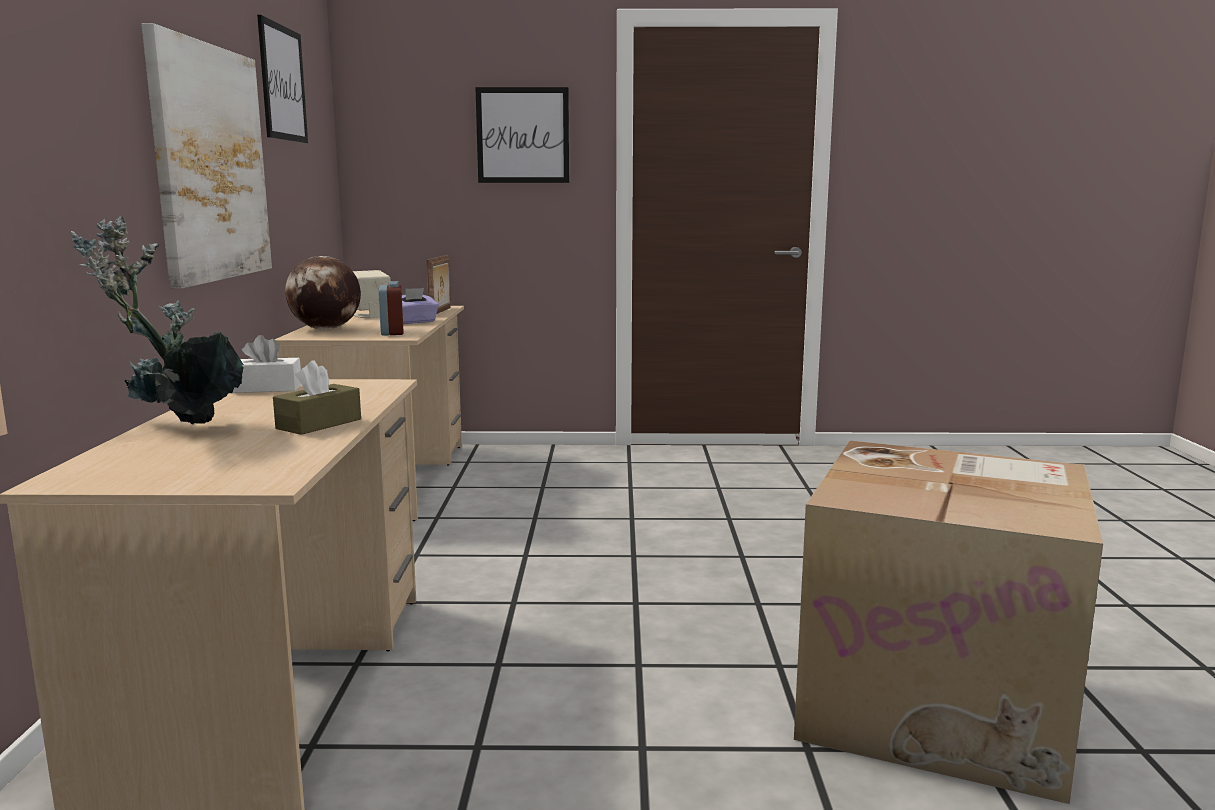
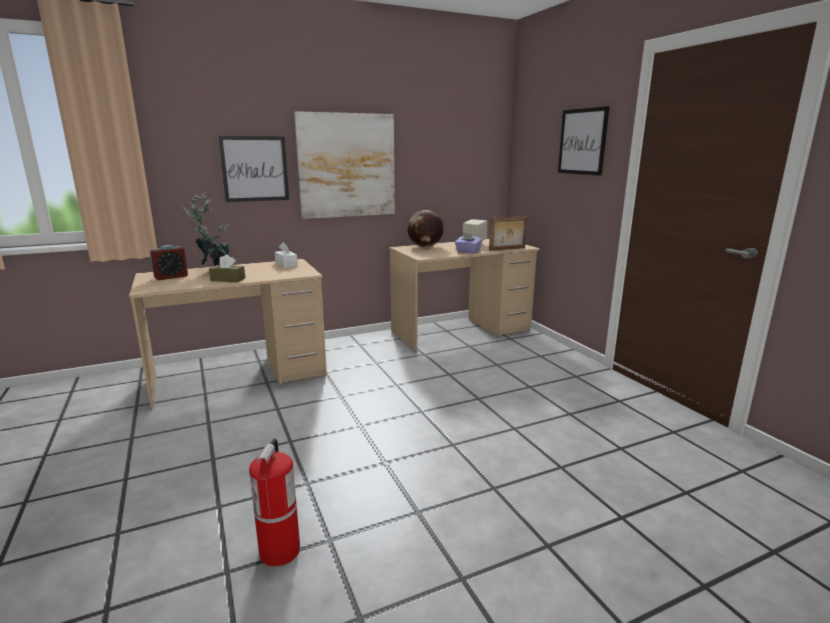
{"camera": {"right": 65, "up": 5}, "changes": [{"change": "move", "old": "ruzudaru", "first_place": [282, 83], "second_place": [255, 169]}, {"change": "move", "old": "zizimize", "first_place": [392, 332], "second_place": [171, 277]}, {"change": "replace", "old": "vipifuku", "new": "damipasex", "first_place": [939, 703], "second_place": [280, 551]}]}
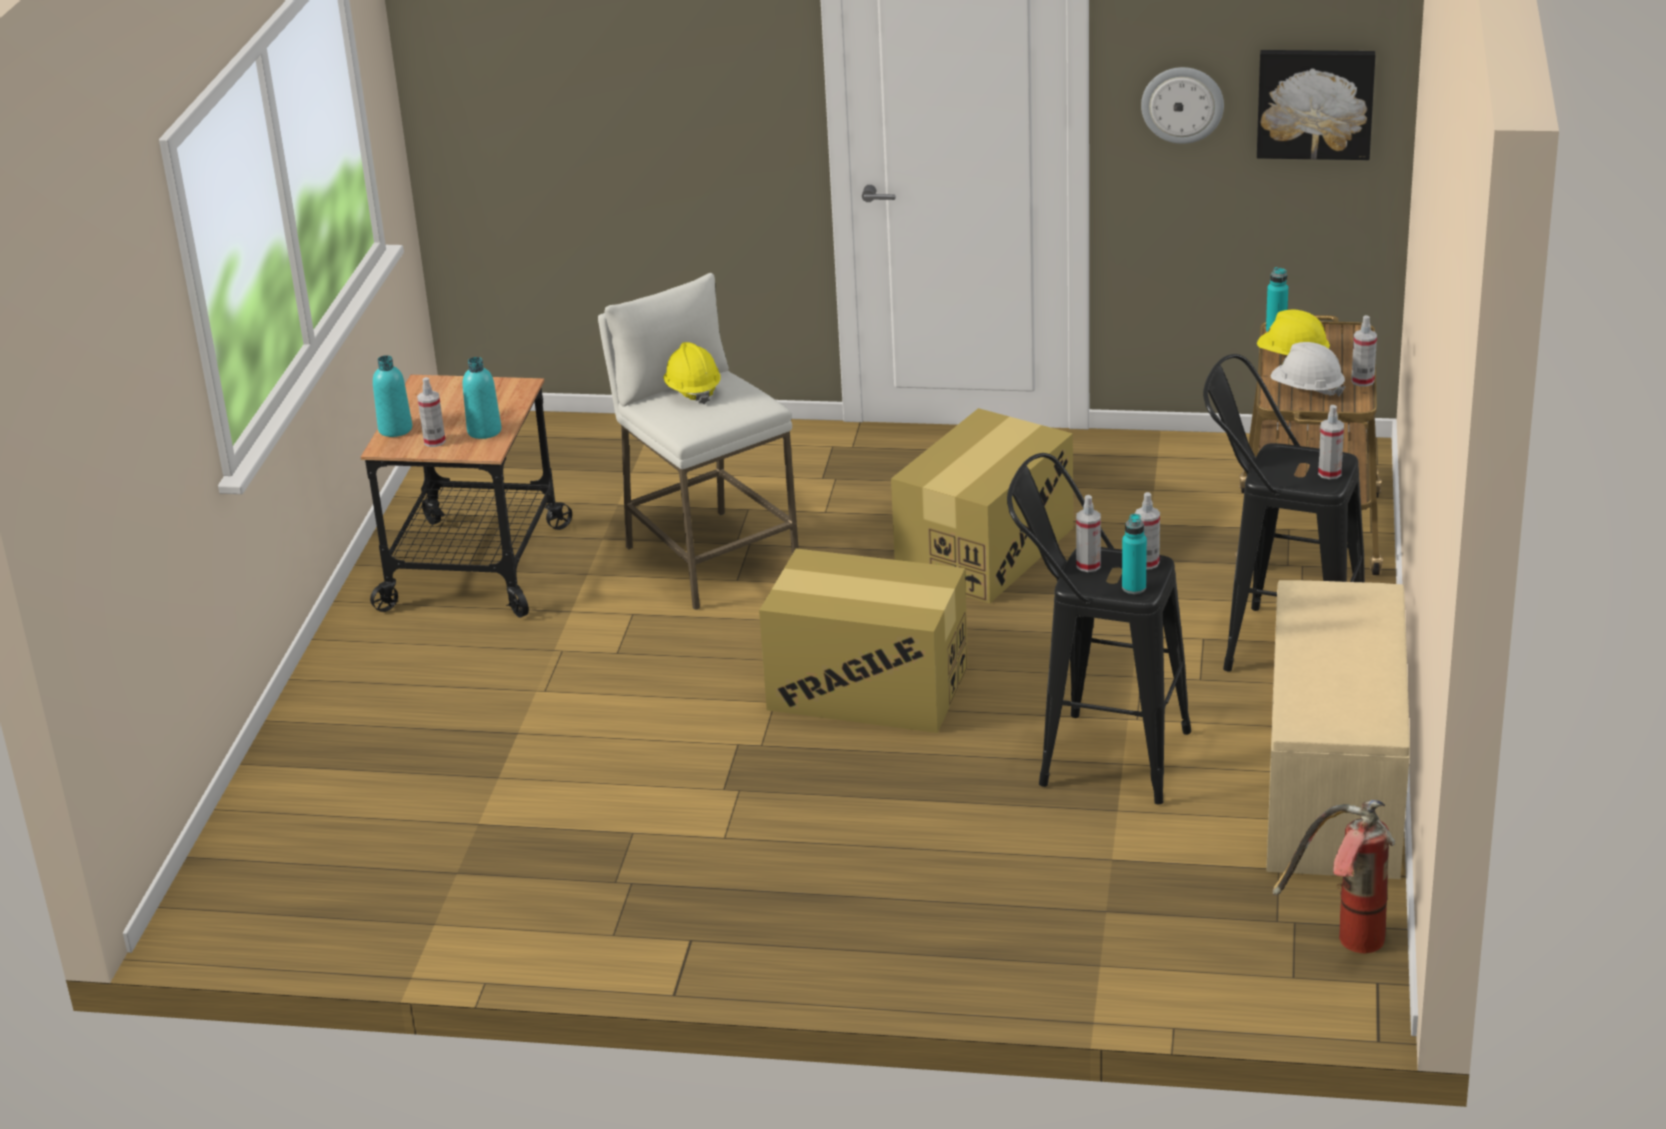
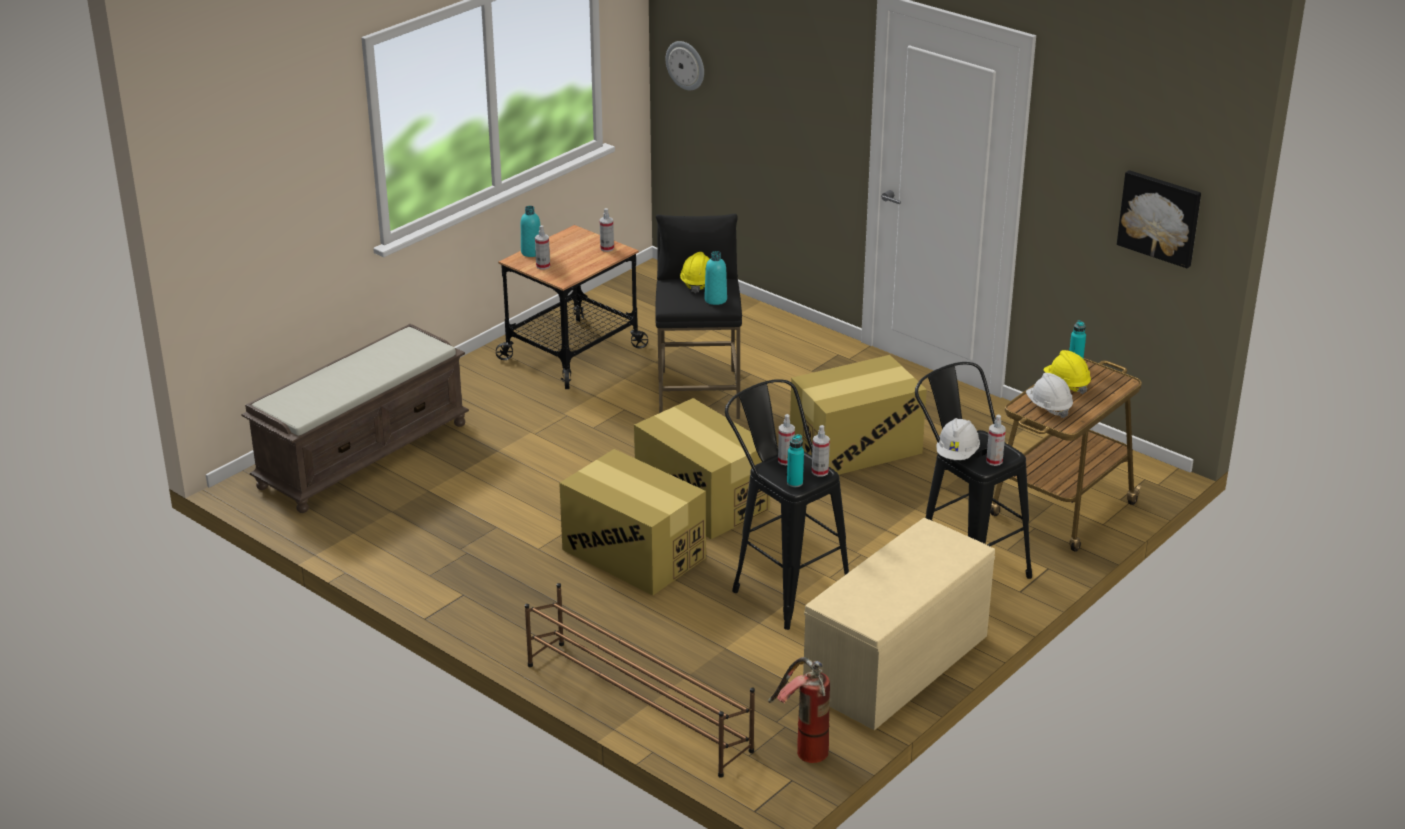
{"camera": {"right": 30, "up": 0}, "changes": [{"change": "move", "old": "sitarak", "first_place": [1182, 104], "second_place": [686, 65]}, {"change": "recolor", "old": "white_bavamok", "new": "black_bavamok", "first_place": [710, 558], "second_place": [698, 394]}, {"change": "move", "old": "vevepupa", "first_place": [1362, 381], "second_place": [607, 248]}, {"change": "move", "old": "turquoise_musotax", "first_place": [484, 431], "second_place": [715, 300]}, {"change": "insert", "new": "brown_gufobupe", "second_place": [363, 454]}, {"change": "insert", "new": "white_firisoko", "second_place": [957, 454]}, {"change": "insert", "new": "vipifuku", "second_place": [633, 553]}, {"change": "insert", "new": "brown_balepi", "second_place": [637, 706]}]}
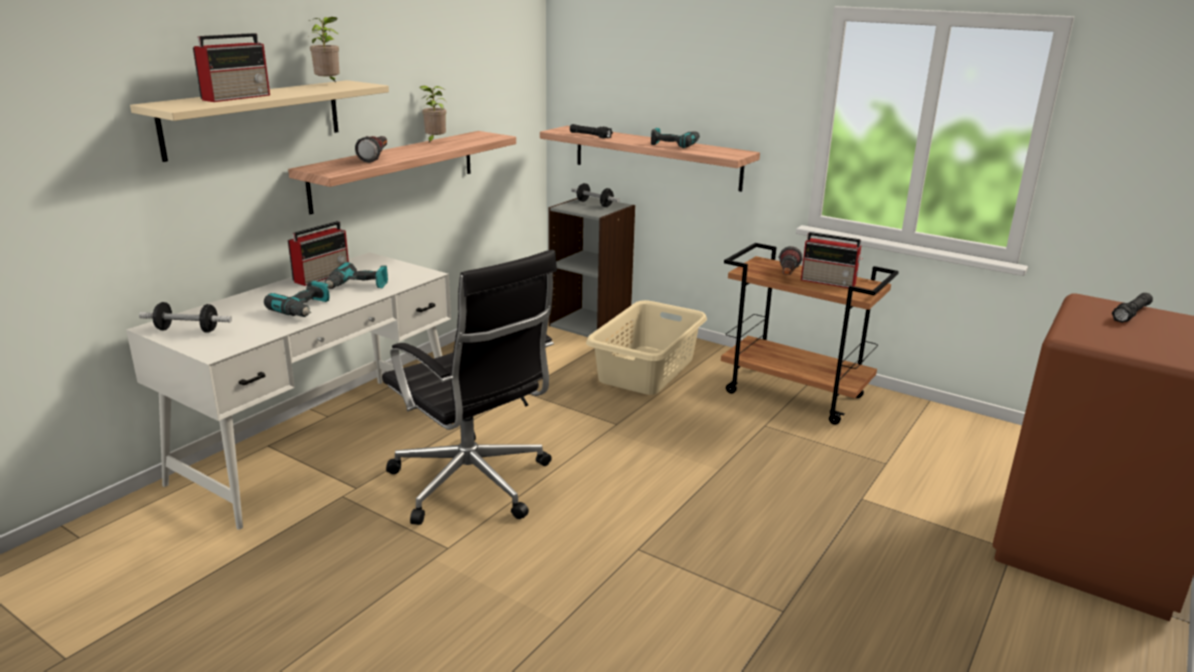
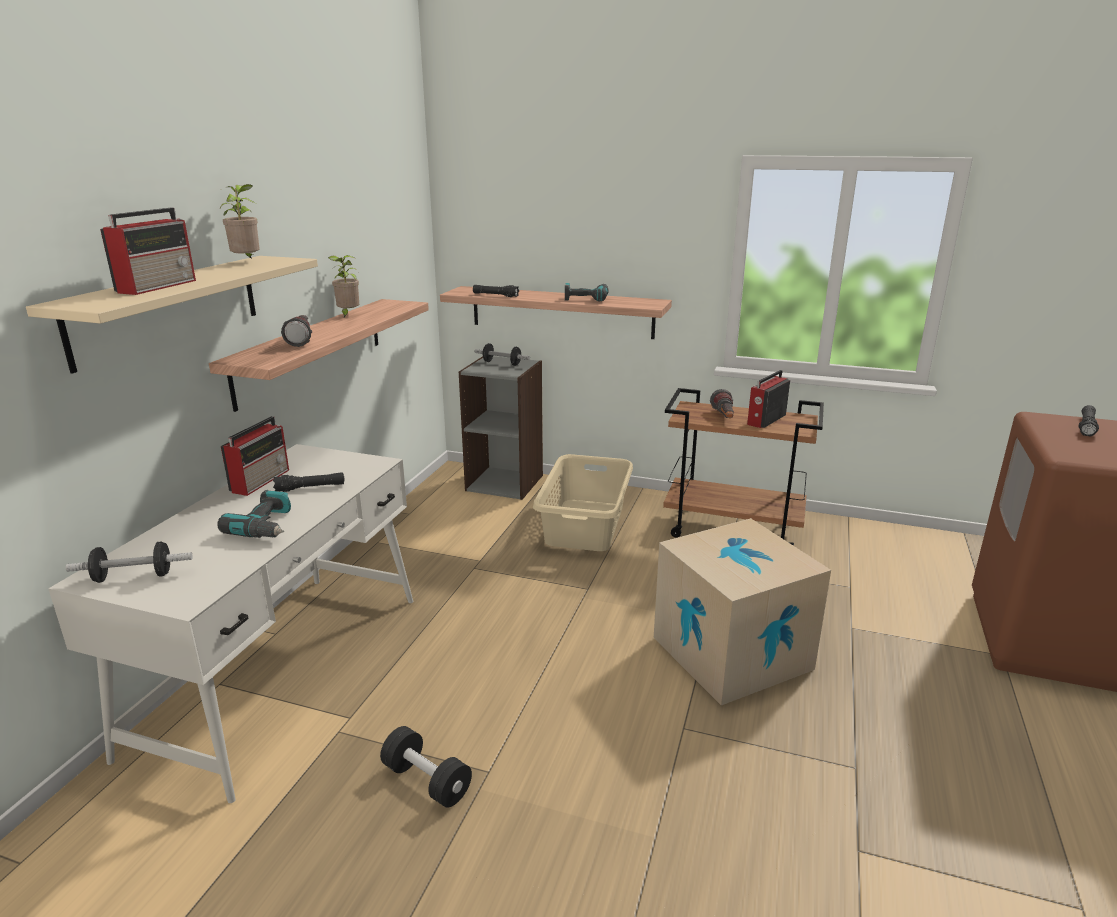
{"camera": {"right": -15, "up": 0}, "changes": [{"change": "rotate", "old": "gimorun", "first_place": [829, 282], "second_place": [765, 420], "degrees": 120}, {"change": "delete", "old": "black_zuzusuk", "first_place": [473, 484]}, {"change": "replace", "old": "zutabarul", "new": "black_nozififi", "first_place": [357, 286], "second_place": [310, 488]}, {"change": "insert", "new": "vipifuku", "second_place": [731, 653]}, {"change": "insert", "new": "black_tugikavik", "second_place": [427, 781]}]}
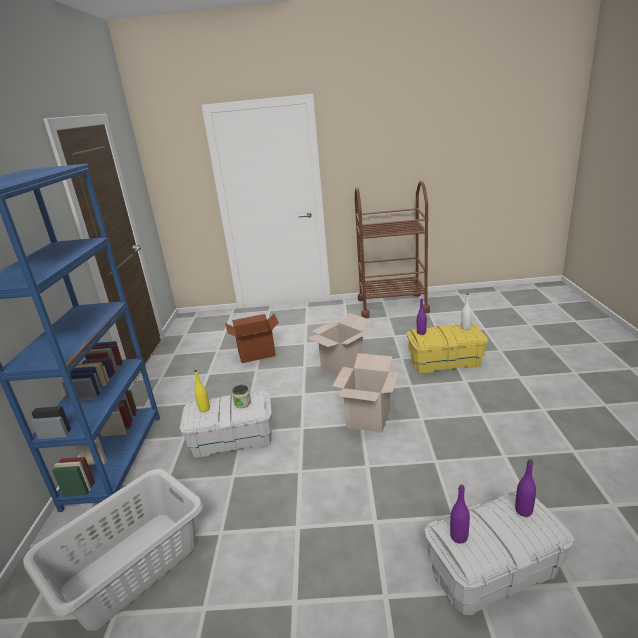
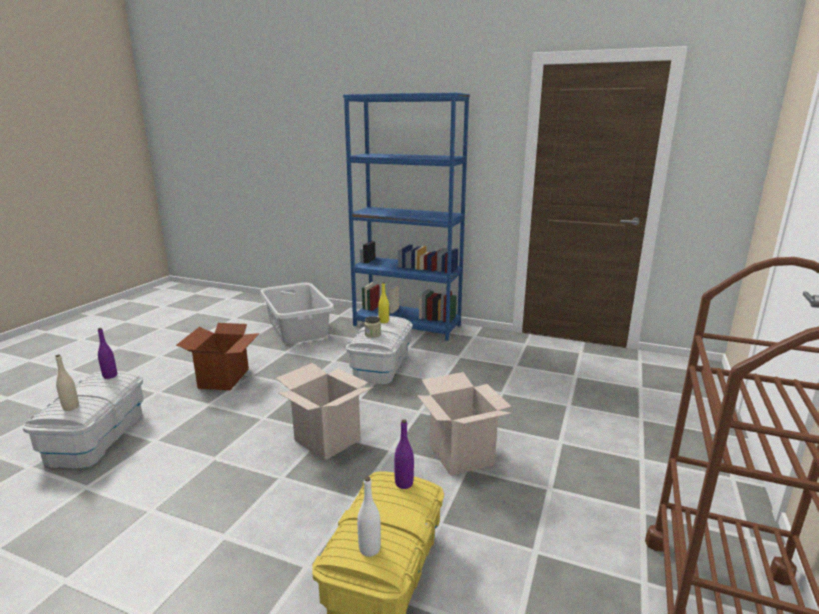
{"camera": {"right": 110, "up": -5}, "changes": [{"change": "move", "old": "vipifuku", "first_place": [256, 353], "second_place": [225, 378]}, {"change": "recolor", "old": "purple_musotax", "new": "beige_musotax", "first_place": [523, 511], "second_place": [71, 407]}]}
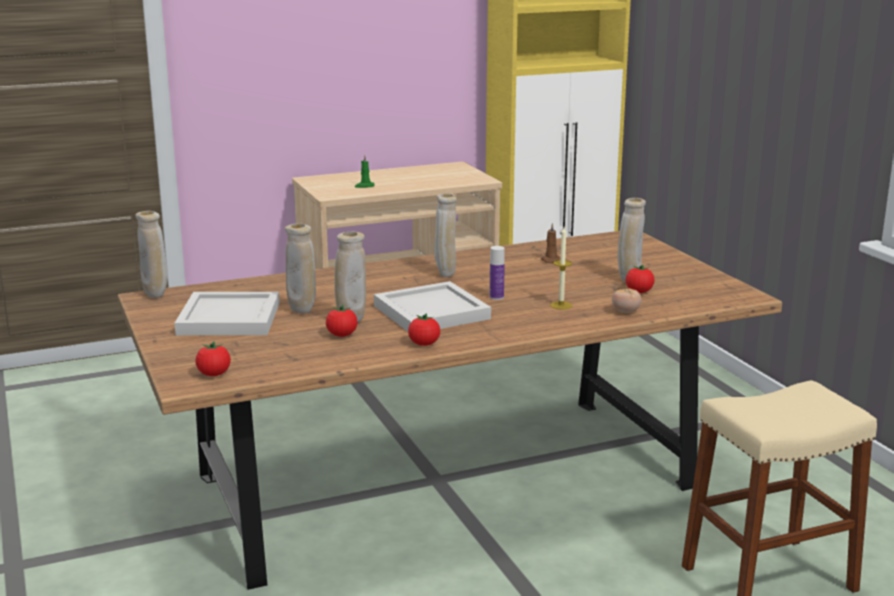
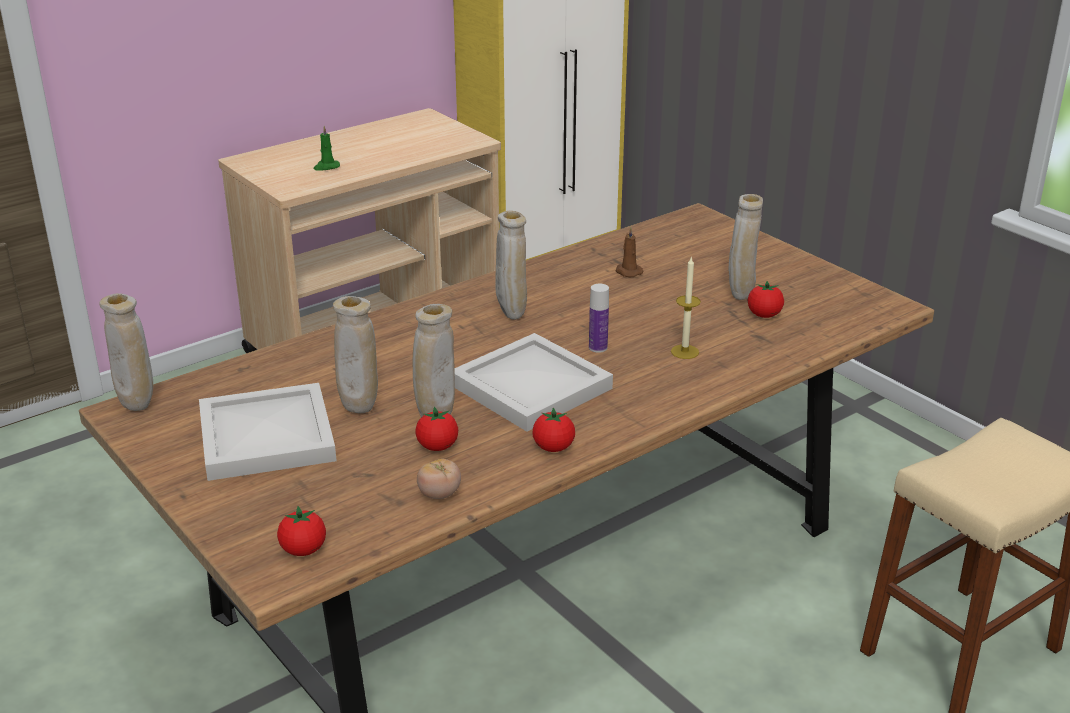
{"camera": {"right": -15, "up": 10}, "changes": [{"change": "move", "old": "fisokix", "first_place": [625, 312], "second_place": [439, 494]}]}
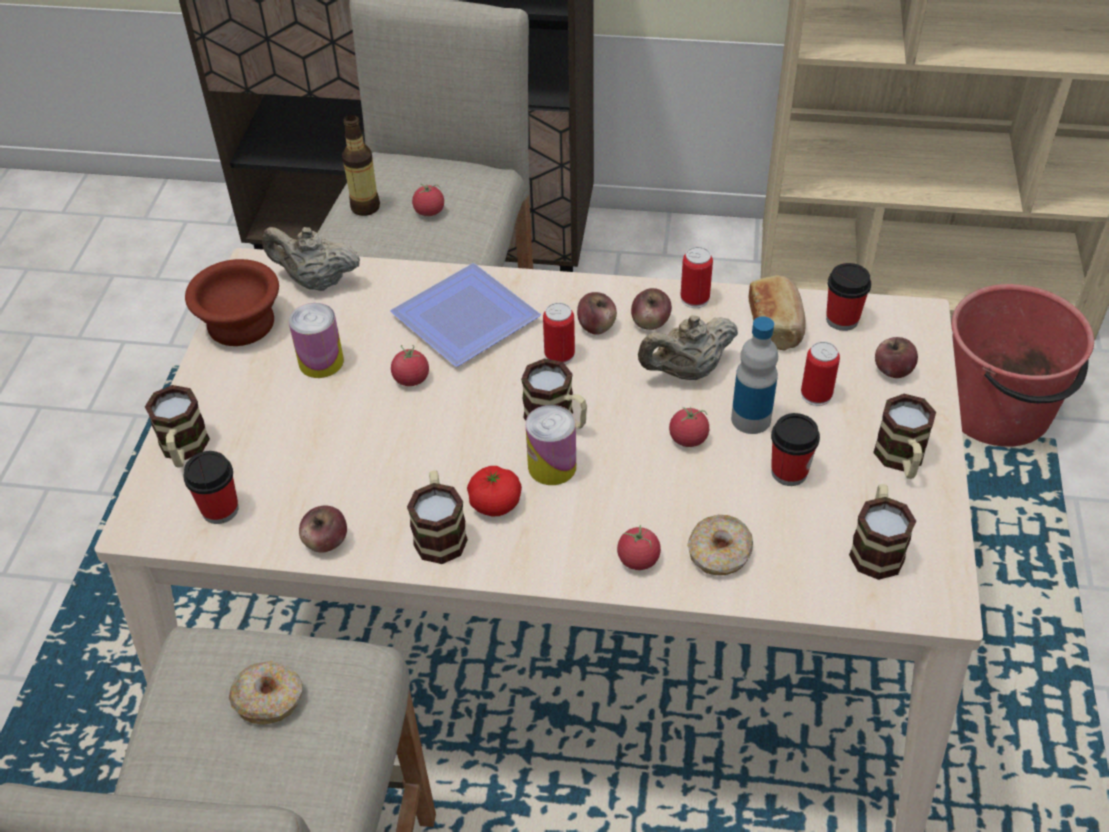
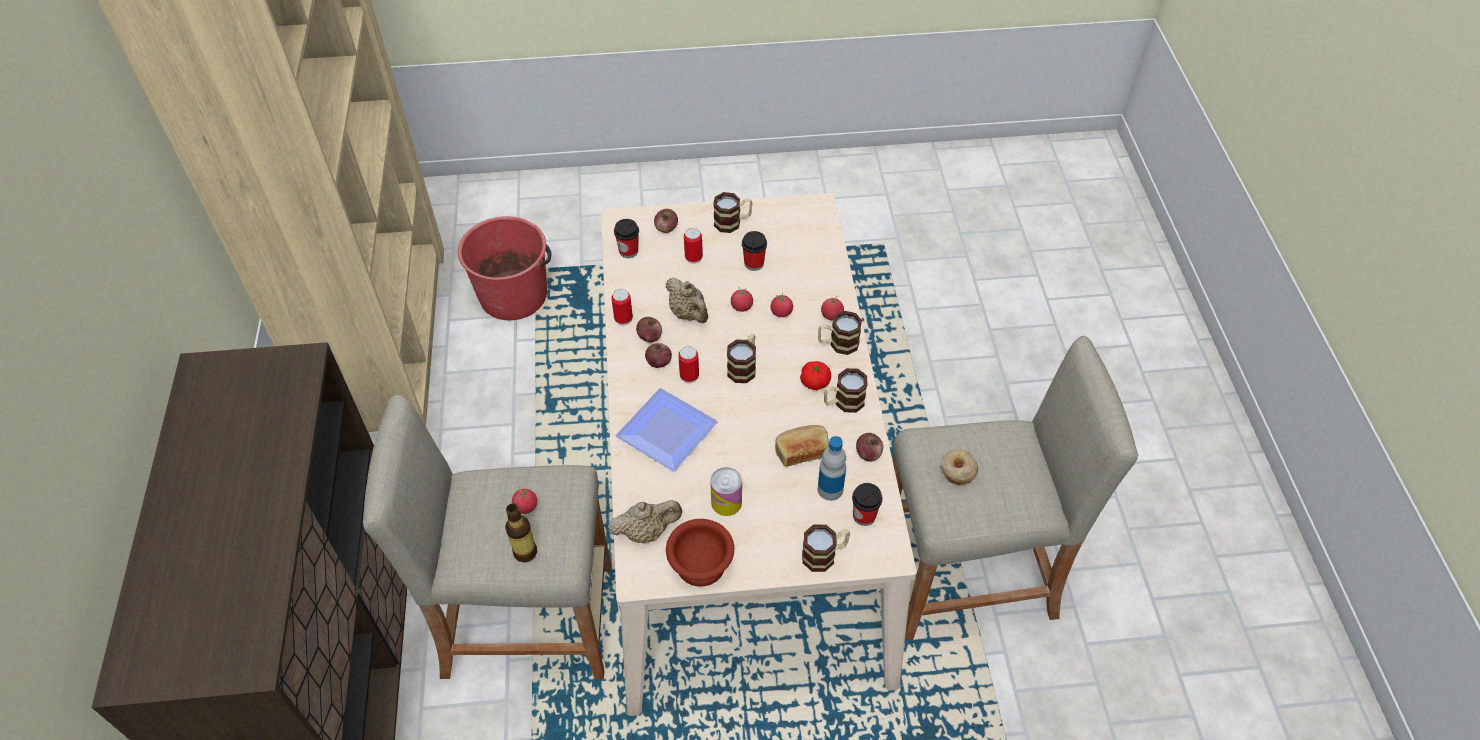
{"camera": {"right": -105, "up": 5}, "changes": [{"change": "rotate", "old": "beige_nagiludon", "first_place": [316, 281], "second_place": [646, 531], "degrees": -105}, {"change": "move", "old": "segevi", "first_place": [776, 325], "second_place": [801, 451]}, {"change": "move", "old": "musotax", "first_place": [751, 419], "second_place": [830, 489]}, {"change": "move", "old": "fisokix", "first_place": [411, 379], "second_place": [781, 312]}, {"change": "delete", "old": "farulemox", "first_place": [552, 466]}, {"change": "move", "old": "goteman", "first_place": [876, 547], "second_place": [838, 344]}, {"change": "delete", "old": "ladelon", "first_place": [719, 553]}]}
